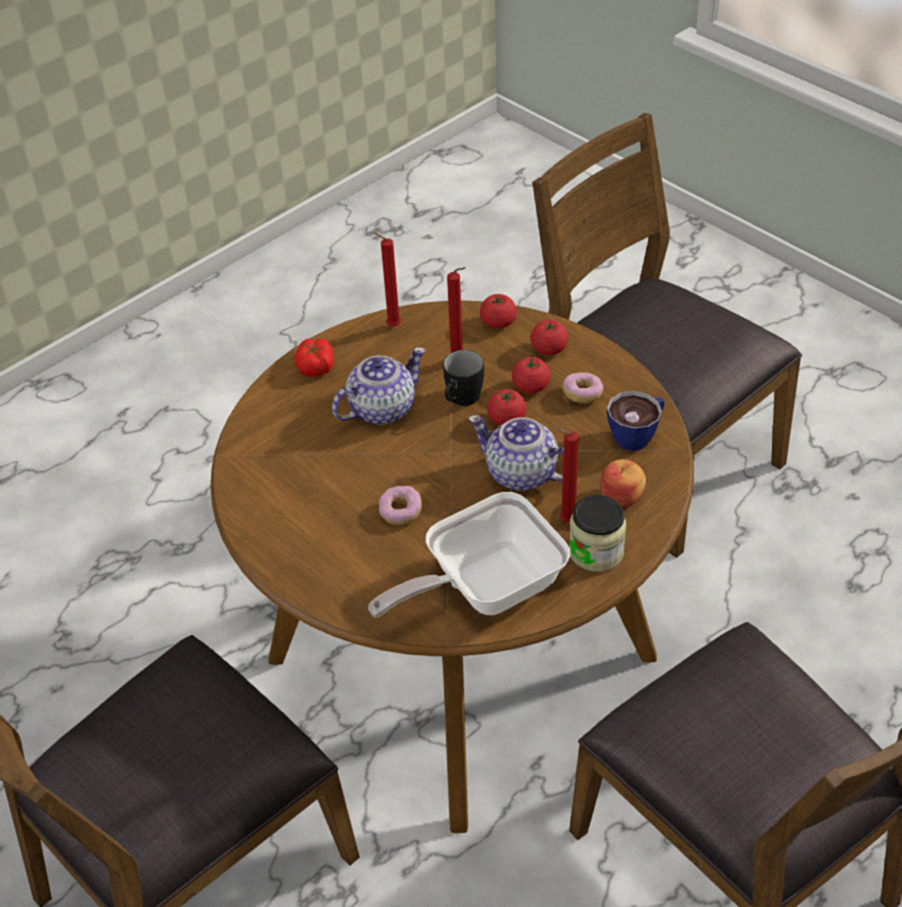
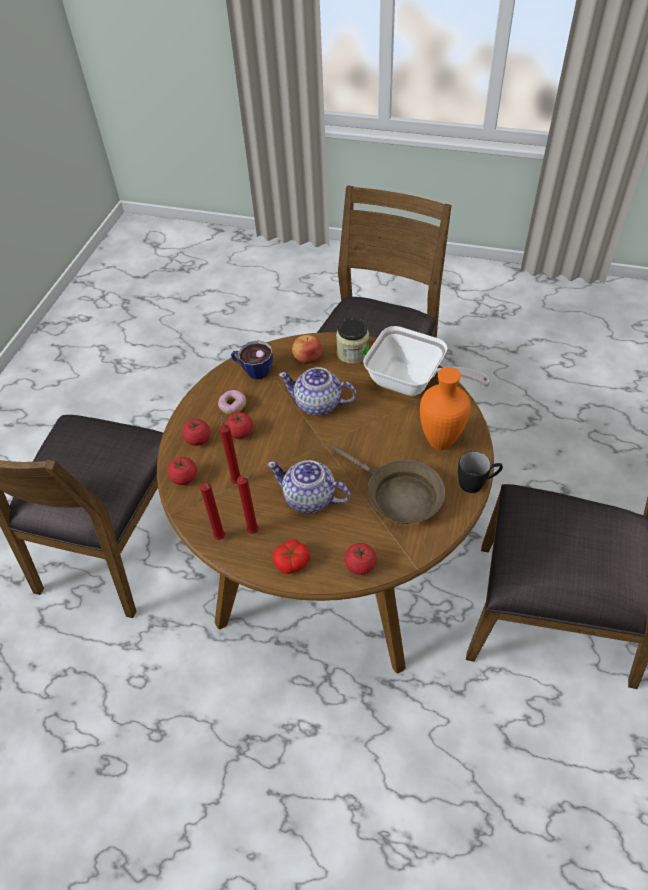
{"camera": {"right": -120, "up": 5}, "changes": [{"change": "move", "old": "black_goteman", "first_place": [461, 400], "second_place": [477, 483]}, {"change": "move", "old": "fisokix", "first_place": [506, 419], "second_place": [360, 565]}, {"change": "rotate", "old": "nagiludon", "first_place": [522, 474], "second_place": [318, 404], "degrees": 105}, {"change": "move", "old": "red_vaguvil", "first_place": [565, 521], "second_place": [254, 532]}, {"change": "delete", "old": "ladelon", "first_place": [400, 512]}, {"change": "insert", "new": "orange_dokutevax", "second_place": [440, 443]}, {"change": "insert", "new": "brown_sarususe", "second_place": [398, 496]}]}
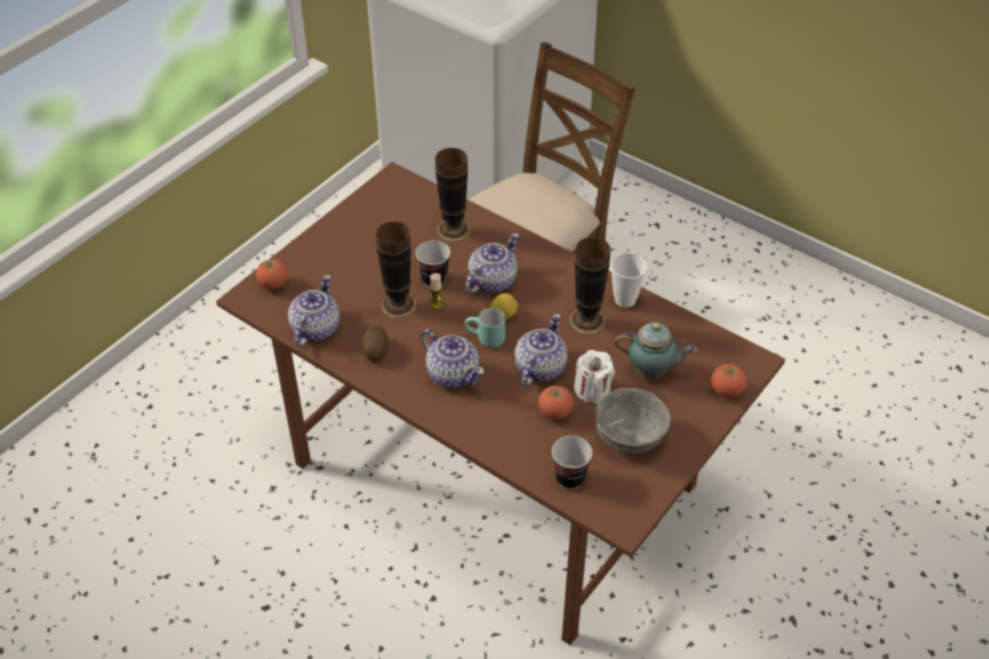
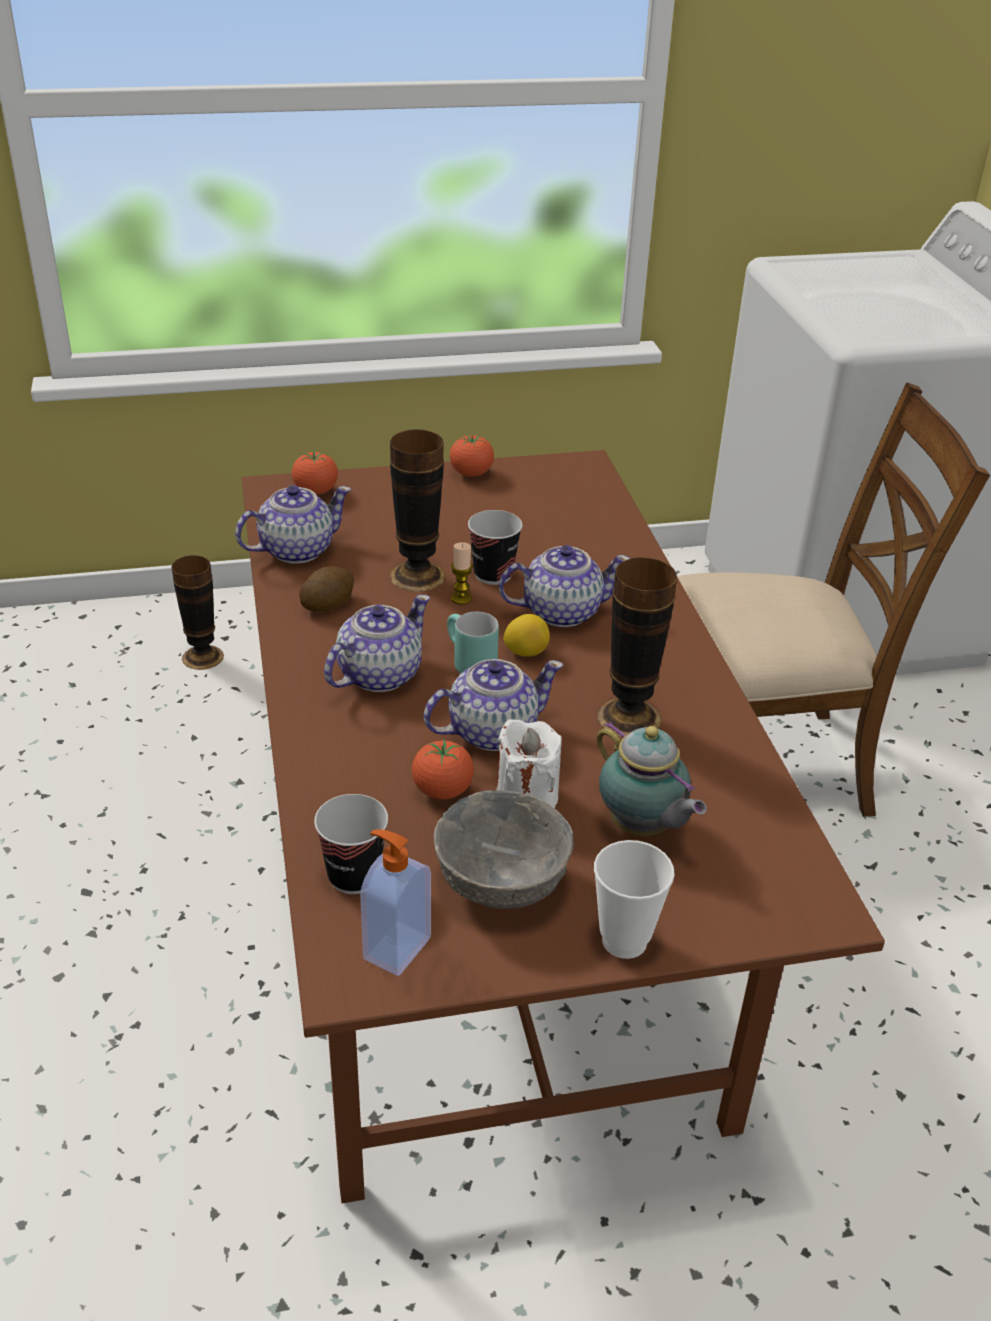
{"camera": {"right": 40, "up": -10}, "changes": [{"change": "move", "old": "dokutevax", "first_place": [453, 229], "second_place": [202, 657]}, {"change": "move", "old": "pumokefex", "first_place": [625, 300], "second_place": [624, 941]}, {"change": "rotate", "old": "nagiludon", "first_place": [453, 374], "second_place": [378, 675], "degrees": -135}, {"change": "move", "old": "fisokix", "first_place": [726, 391], "second_place": [471, 473]}, {"change": "insert", "new": "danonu", "second_place": [395, 948]}]}
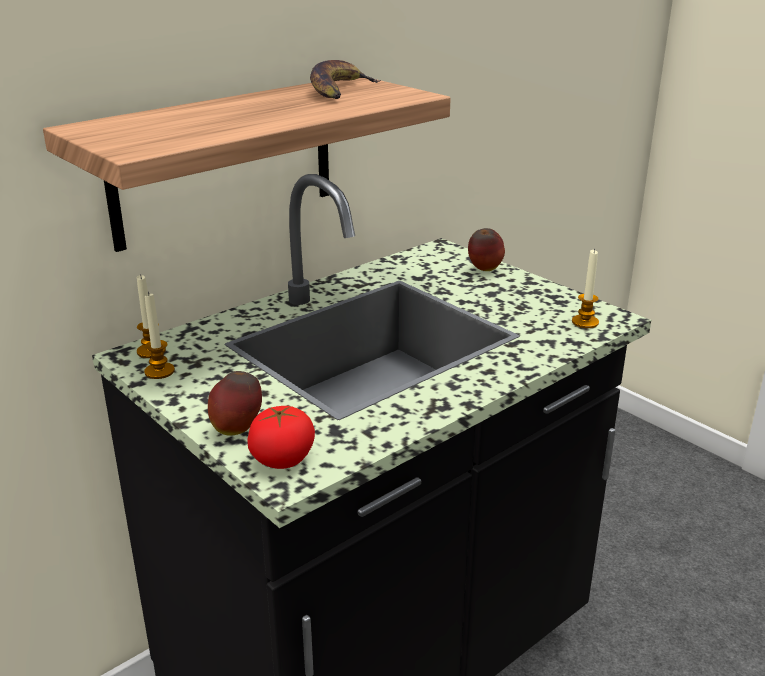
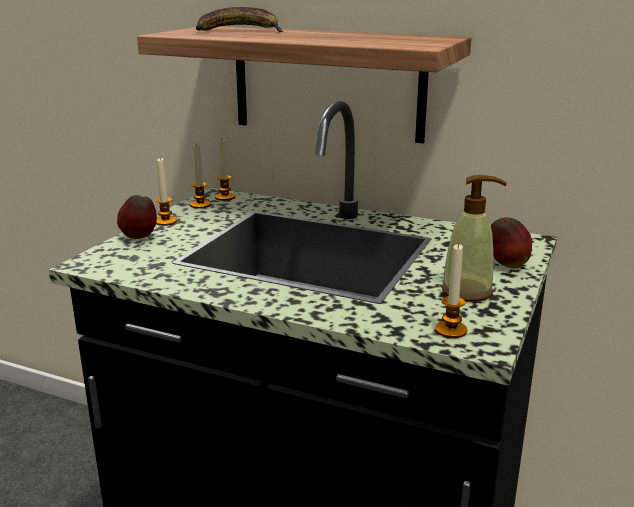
{"camera": {"right": 65, "up": -5}, "changes": [{"change": "move", "old": "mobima", "first_place": [339, 90], "second_place": [240, 31]}, {"change": "delete", "old": "fisokix", "first_place": [283, 459]}, {"change": "insert", "new": "vaguvil", "second_place": [165, 221]}, {"change": "insert", "new": "danonu", "second_place": [467, 291]}]}
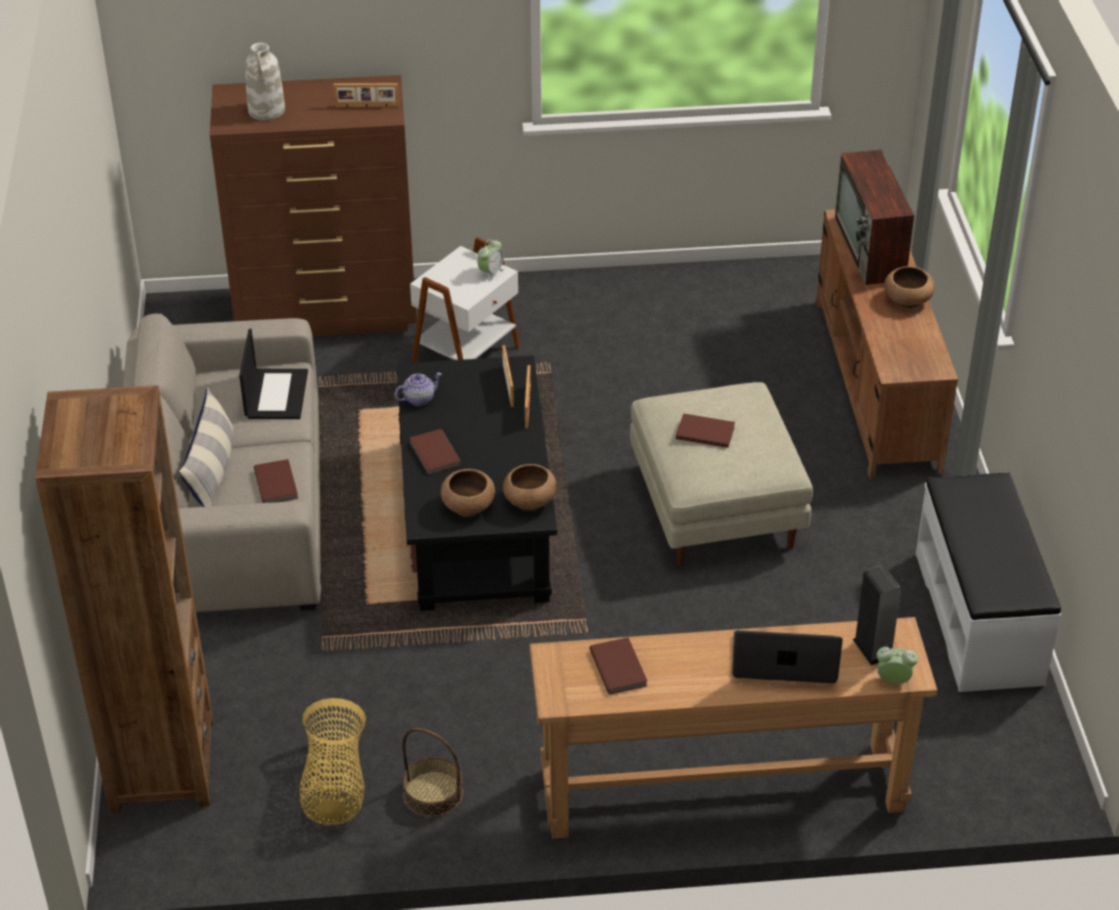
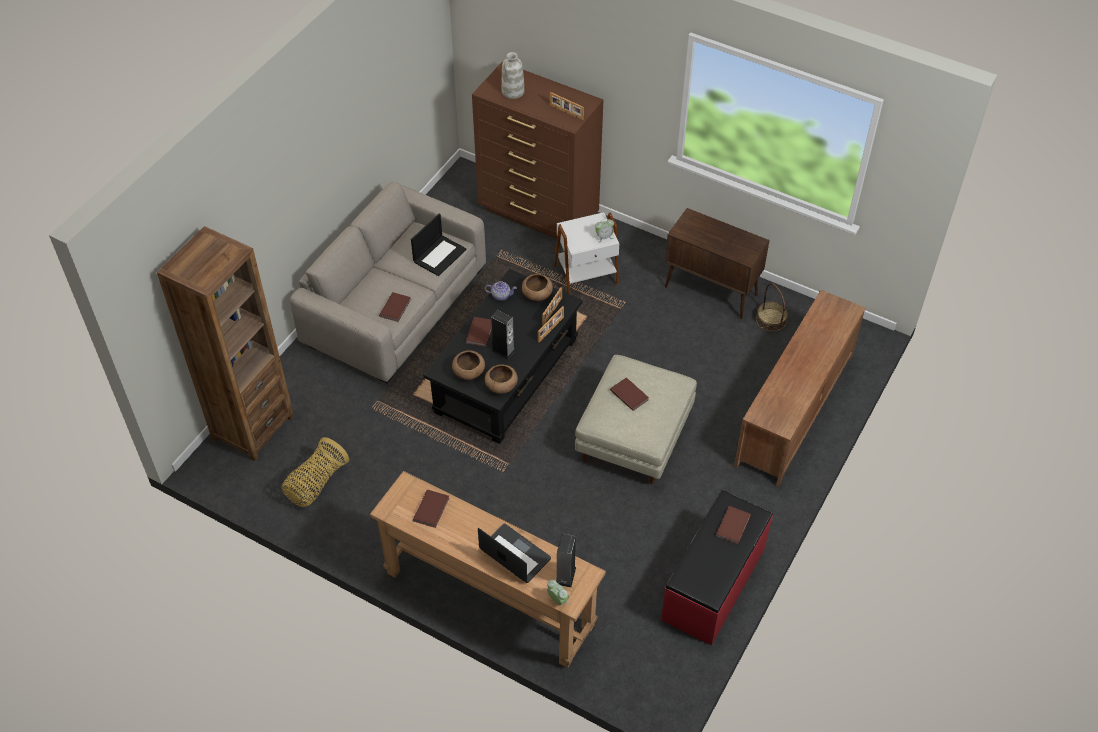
{"camera": {"right": 35, "up": 10}, "changes": [{"change": "delete", "old": "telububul", "first_place": [871, 249]}, {"change": "move", "old": "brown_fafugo", "first_place": [907, 300], "second_place": [537, 295]}, {"change": "delete", "old": "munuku", "first_place": [212, 472]}, {"change": "recolor", "old": "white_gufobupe", "new": "red_gufobupe", "first_place": [979, 617], "second_place": [714, 584]}, {"change": "move", "old": "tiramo", "first_place": [433, 794], "second_place": [771, 320]}, {"change": "insert", "new": "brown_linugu", "second_place": [711, 291]}, {"change": "insert", "new": "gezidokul", "second_place": [503, 350]}, {"change": "insert", "new": "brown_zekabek", "second_place": [732, 526]}]}
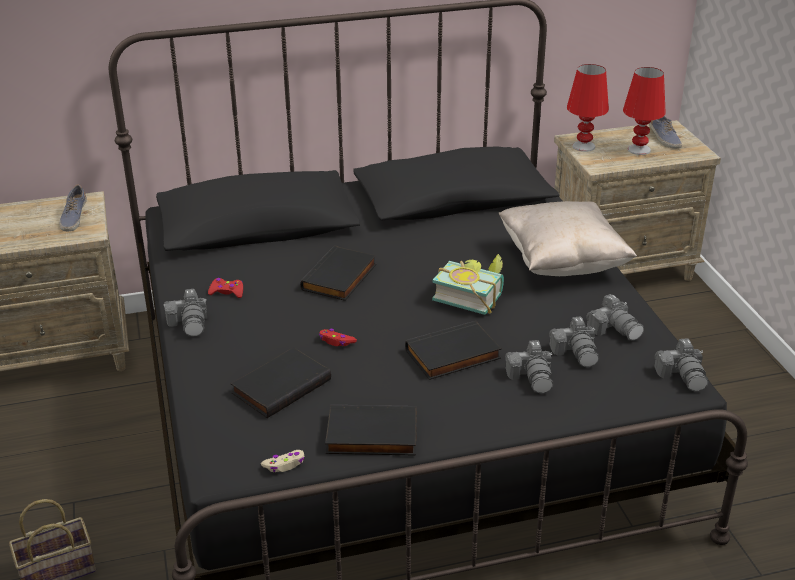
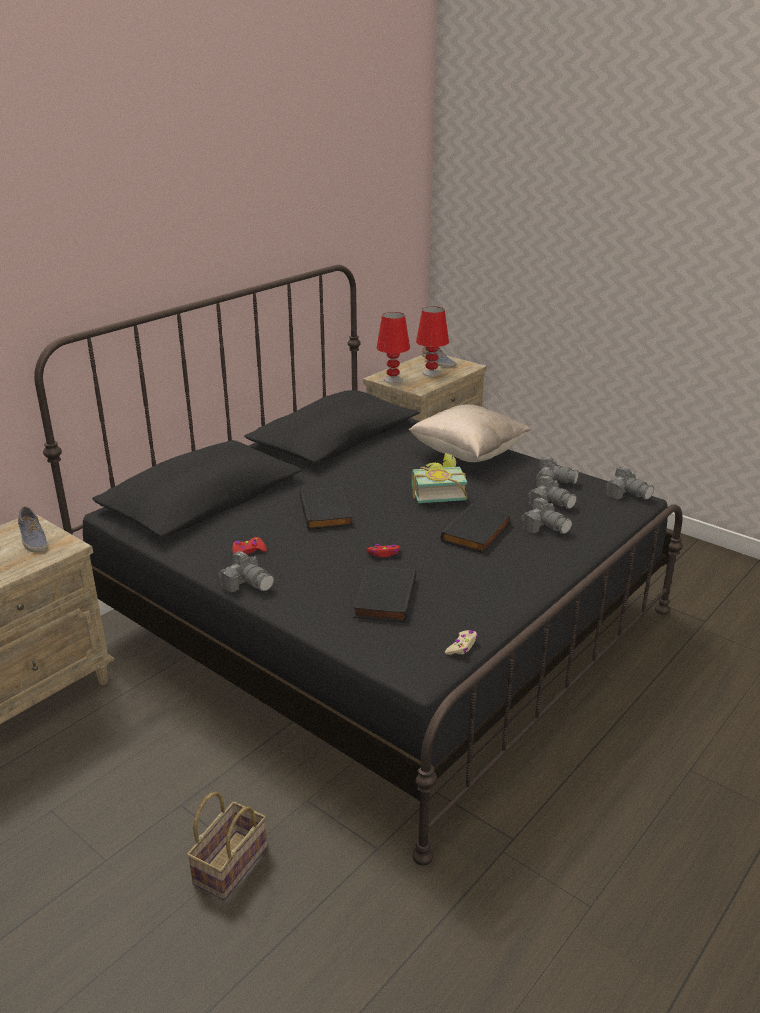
{"camera": {"right": -35, "up": -5}, "changes": [{"change": "delete", "old": "black_zekabek", "first_place": [371, 436]}]}
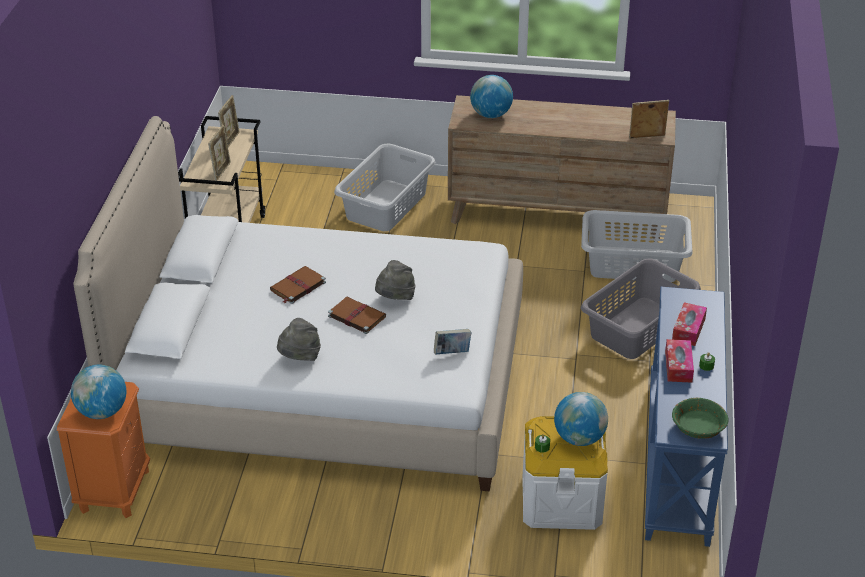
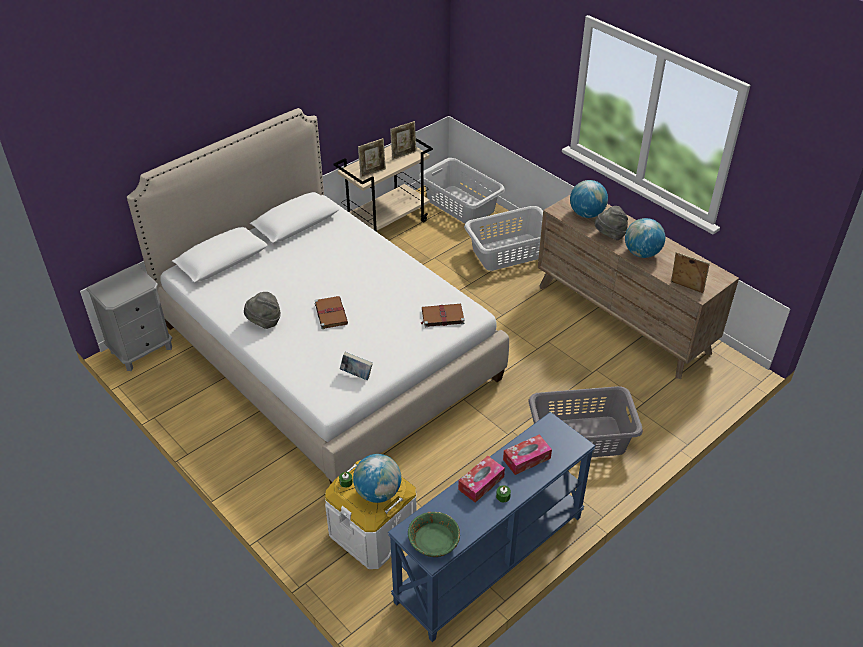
{"camera": {"right": 40, "up": 5}, "changes": [{"change": "move", "old": "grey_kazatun", "first_place": [633, 264], "second_place": [461, 205]}, {"change": "move", "old": "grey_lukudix", "first_place": [395, 298], "second_place": [609, 235]}, {"change": "move", "old": "brown_zekabek", "first_place": [297, 287], "second_place": [442, 316]}, {"change": "move", "old": "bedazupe", "first_place": [102, 412], "second_place": [641, 253]}, {"change": "recolor", "old": "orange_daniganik", "new": "grey_daniganik", "first_place": [114, 490], "second_place": [141, 350]}]}
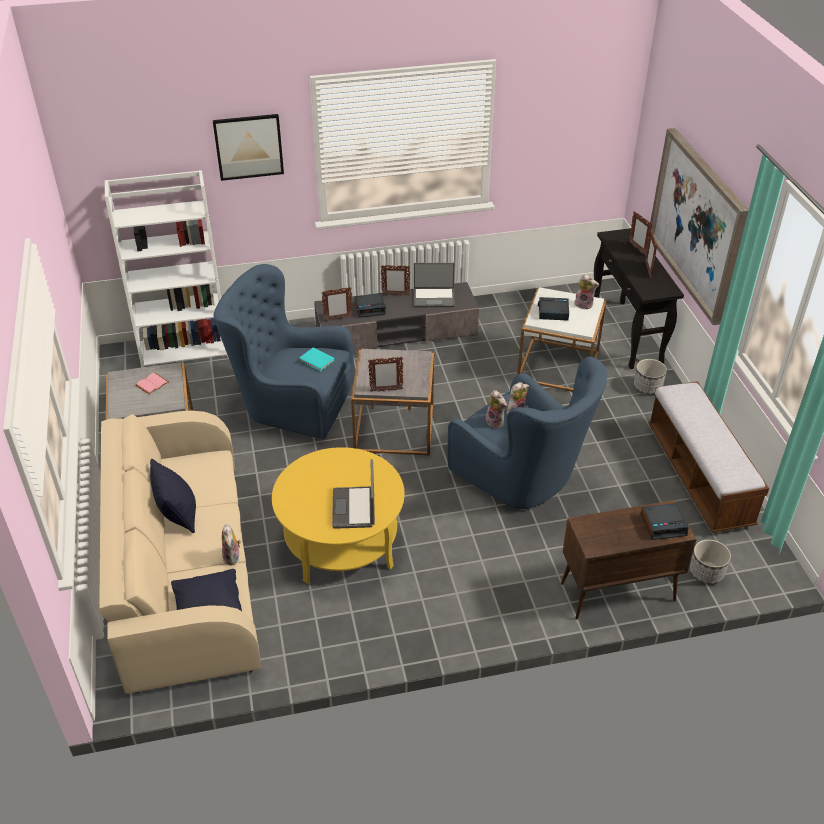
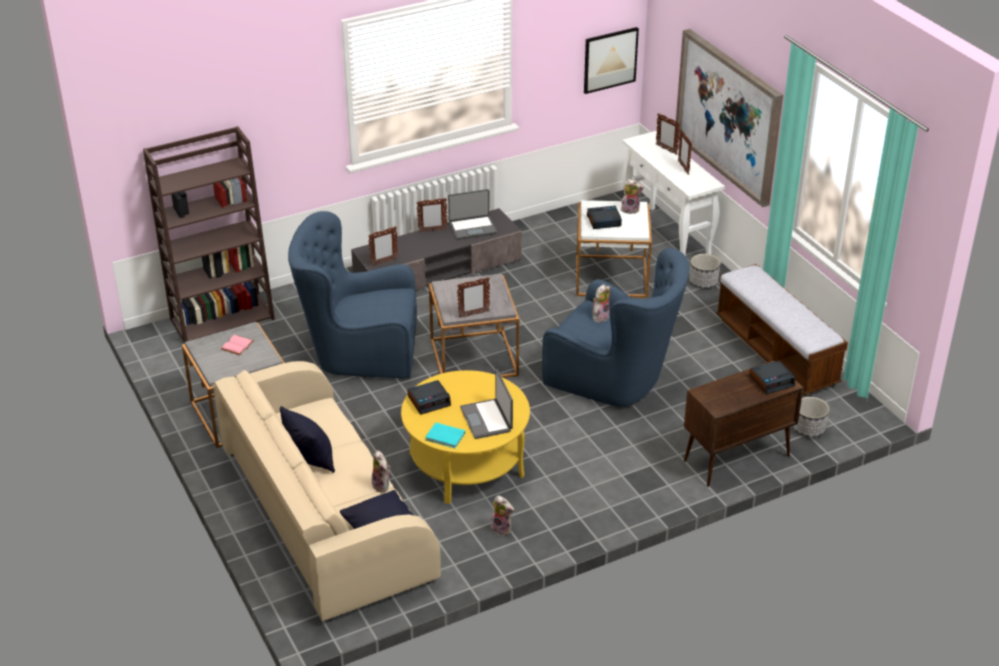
{"camera": {"right": -15, "up": -5}, "changes": [{"change": "move", "old": "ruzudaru", "first_place": [249, 147], "second_place": [610, 60]}, {"change": "recolor", "old": "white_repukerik", "new": "brown_repukerik", "first_place": [185, 348], "second_place": [223, 318]}, {"change": "recolor", "old": "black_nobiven", "new": "white_nobiven", "first_place": [627, 335], "second_place": [667, 238]}, {"change": "move", "old": "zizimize", "first_place": [370, 308], "second_place": [429, 401]}, {"change": "move", "old": "turquoise_zekabek", "first_place": [317, 361], "second_place": [446, 437]}, {"change": "move", "old": "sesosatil", "first_place": [496, 422], "second_place": [502, 528]}]}
